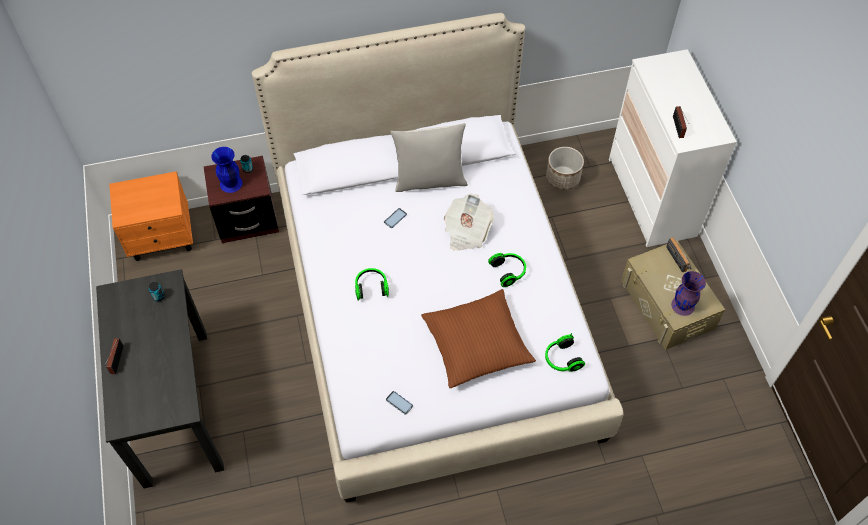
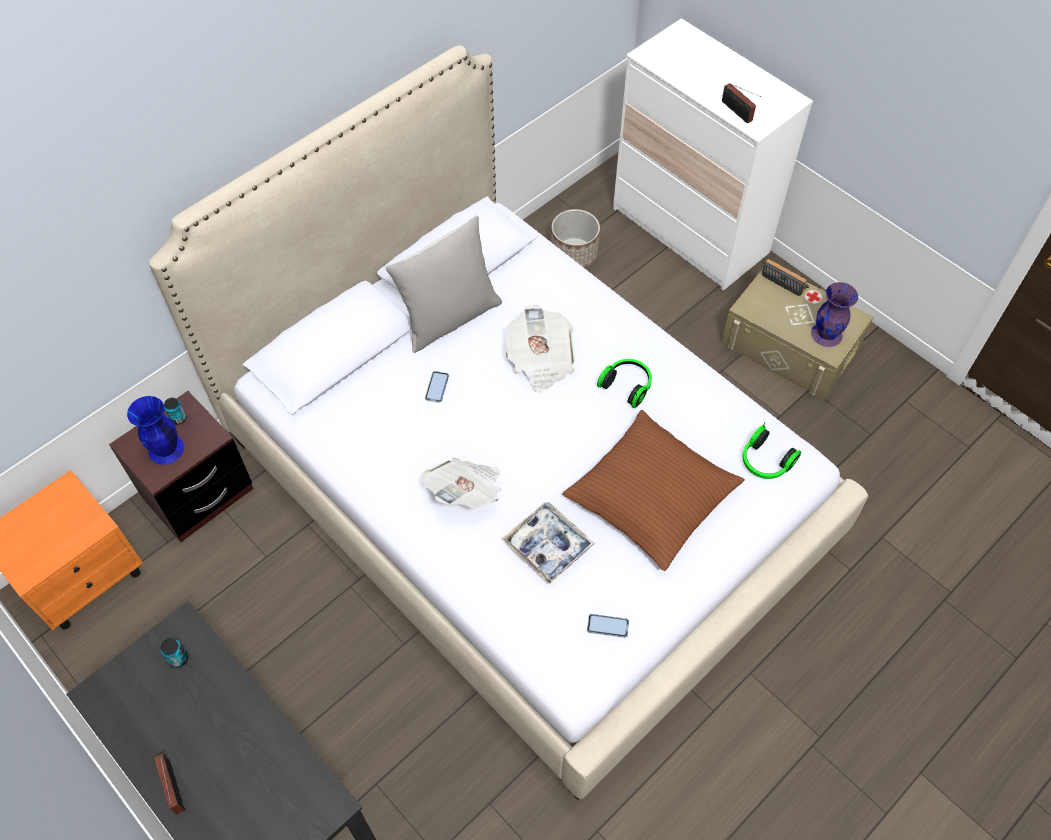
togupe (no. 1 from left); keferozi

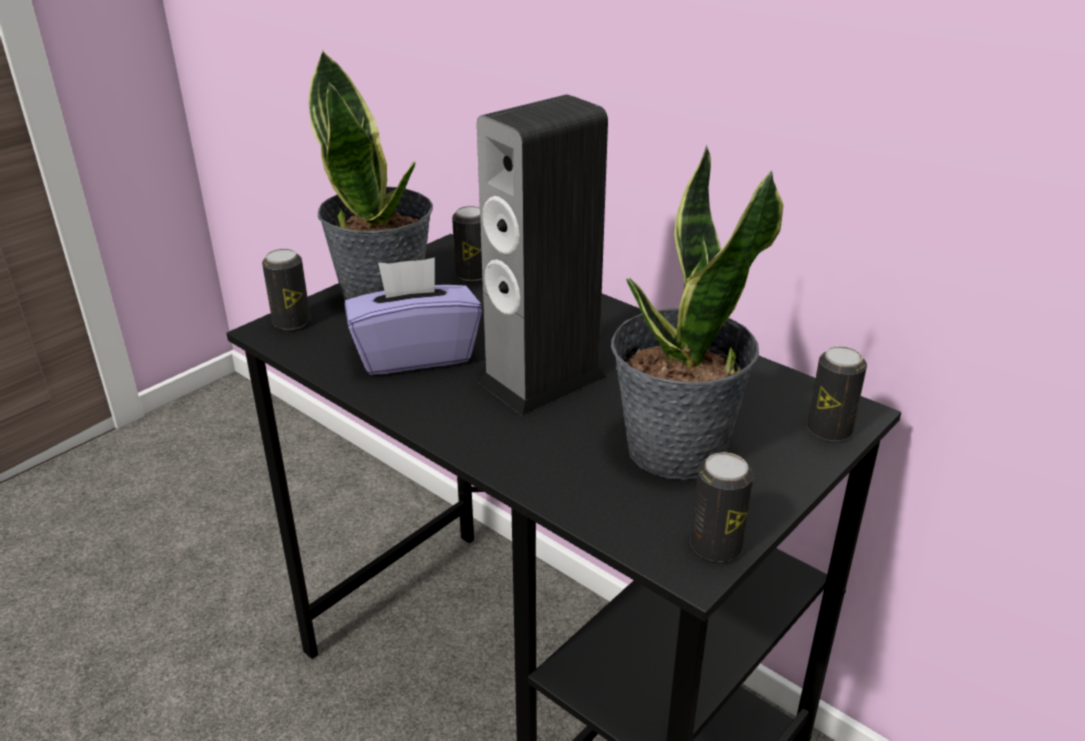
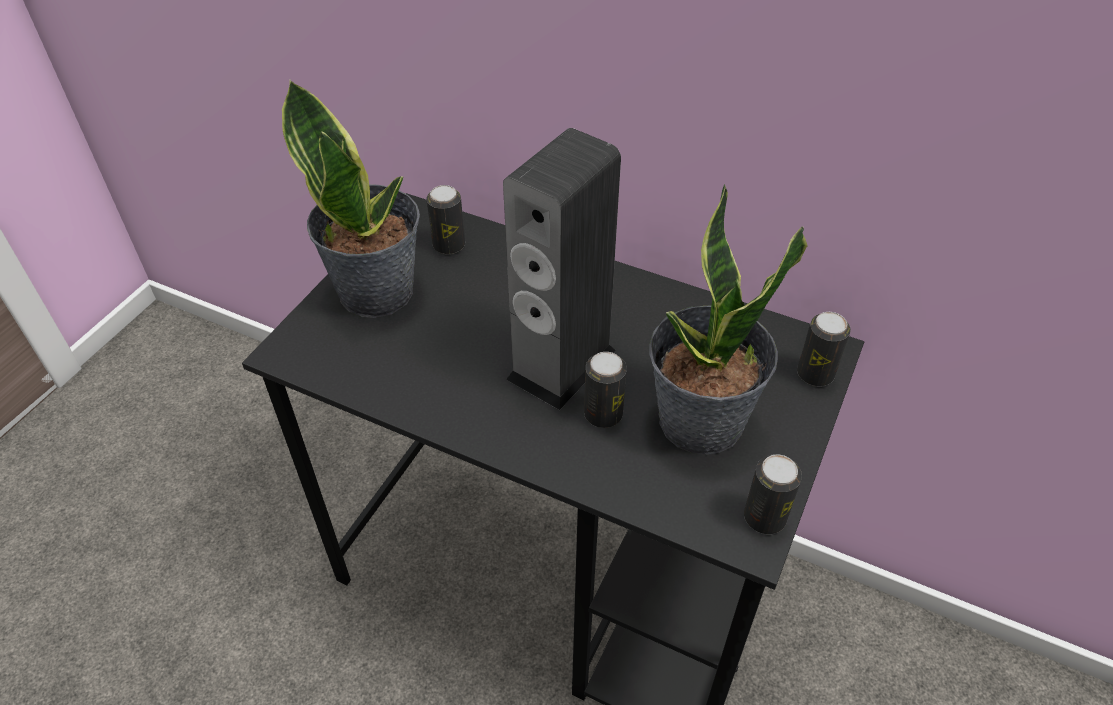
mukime (no. 2 from left); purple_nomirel

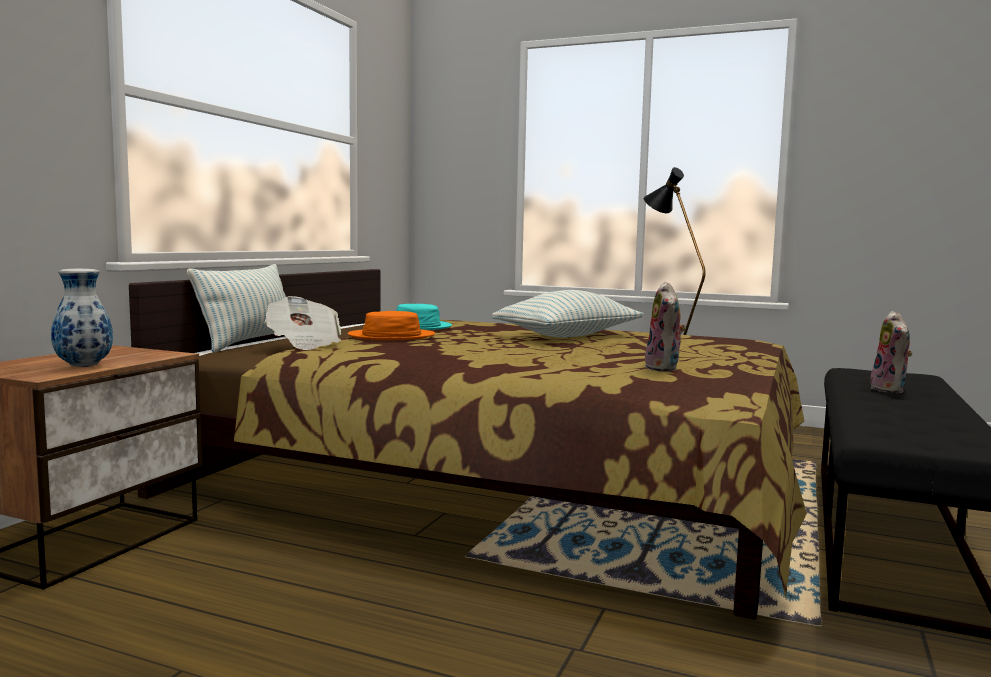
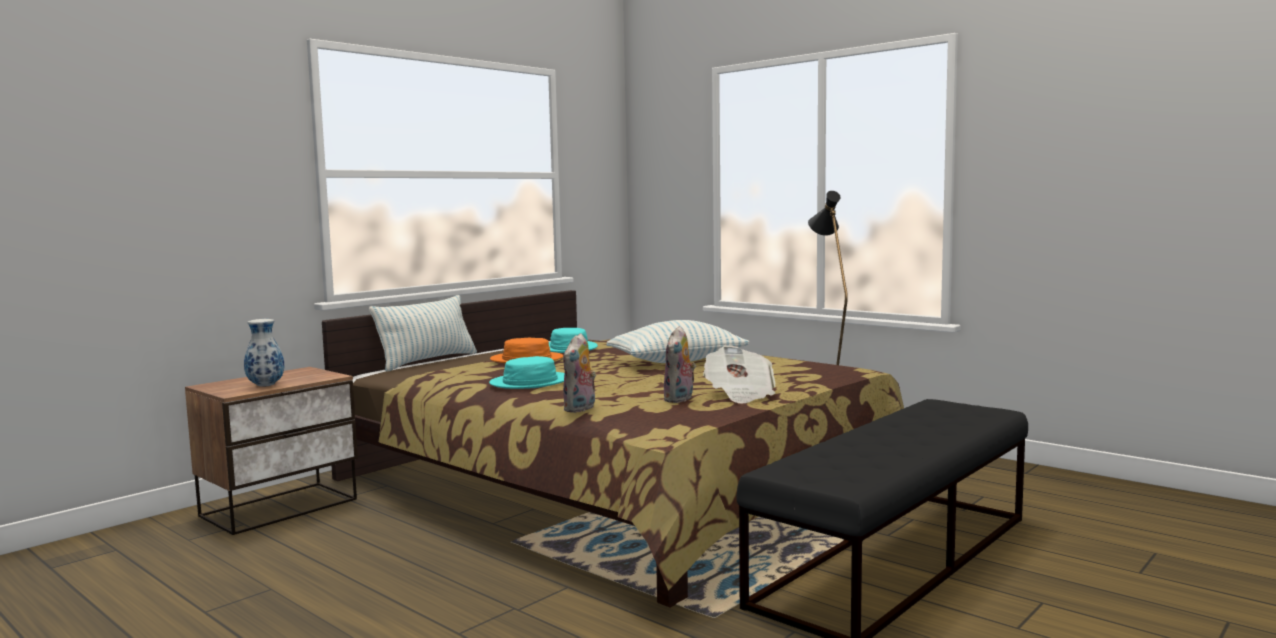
togupe; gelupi (no. 1 from left); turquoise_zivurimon (no. 1 from left)

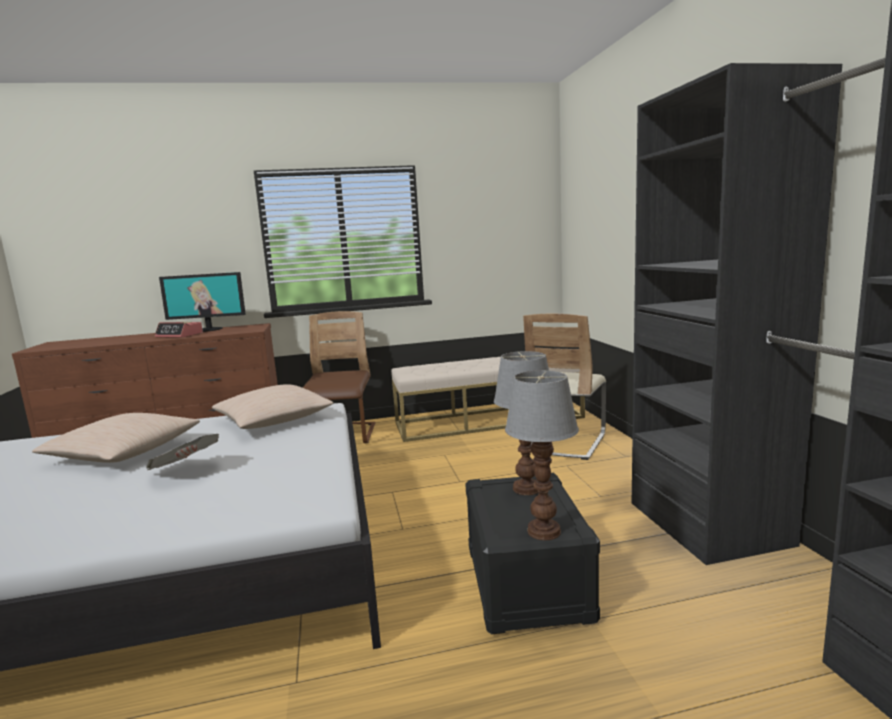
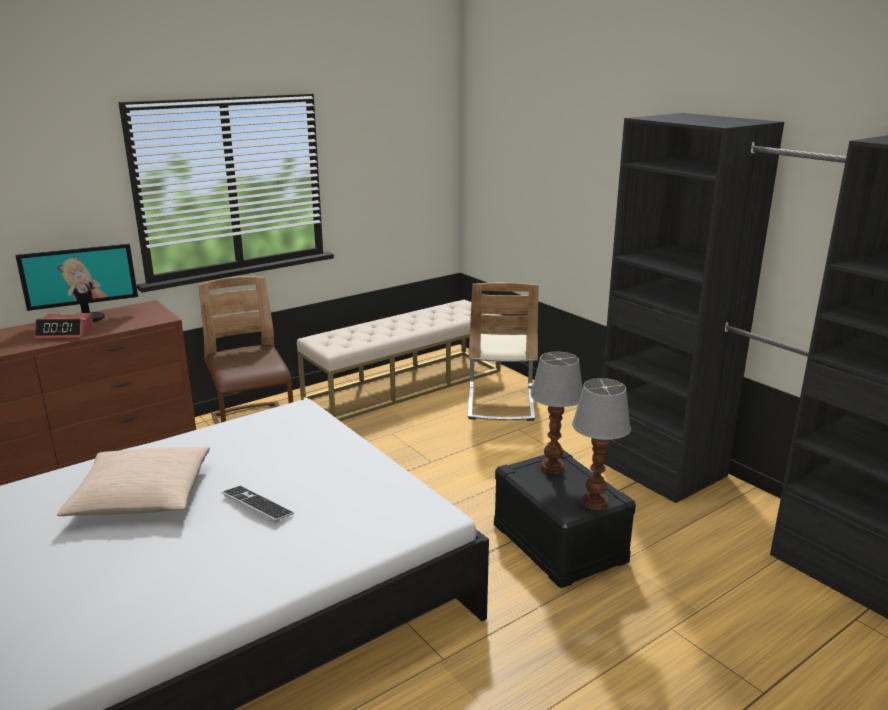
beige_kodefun (no. 2 from left in the first image); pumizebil

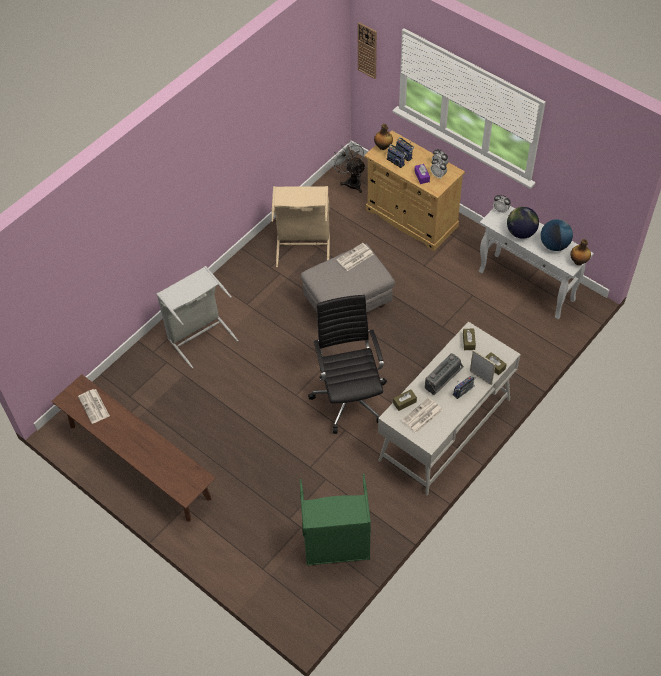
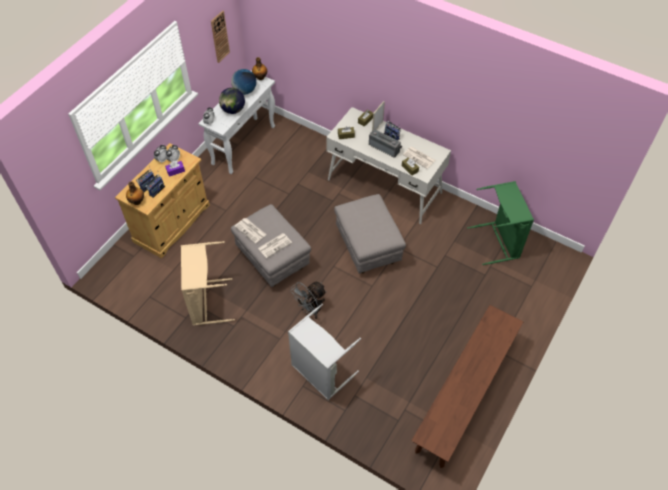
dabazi; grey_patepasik; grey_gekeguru (no. 2 from left); togupe (no. 2 from left)

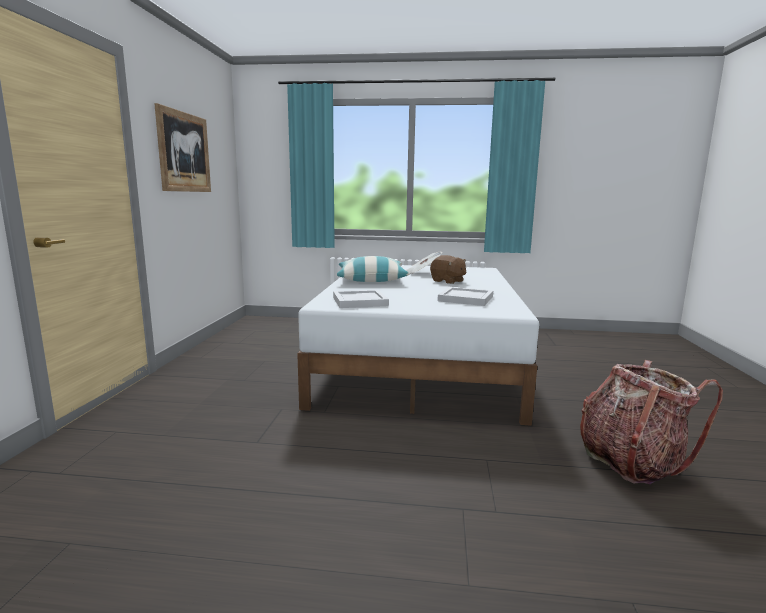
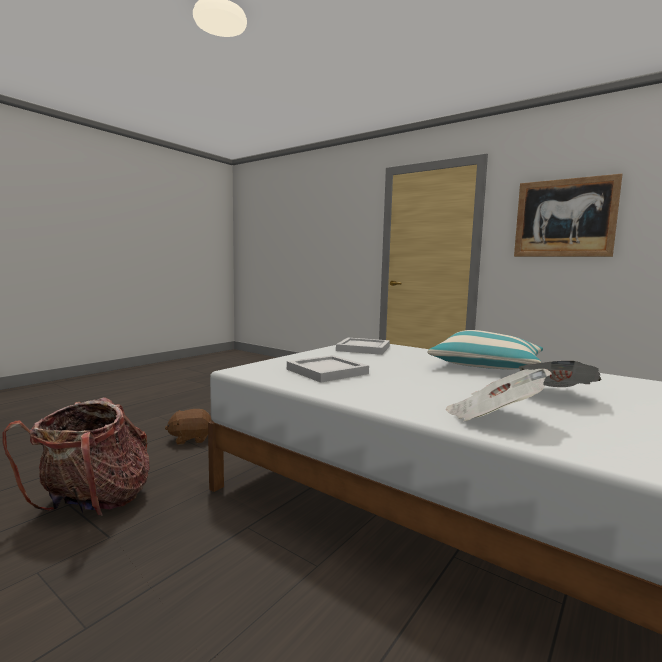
brown_gelupi; togupe (no. 1 from left)

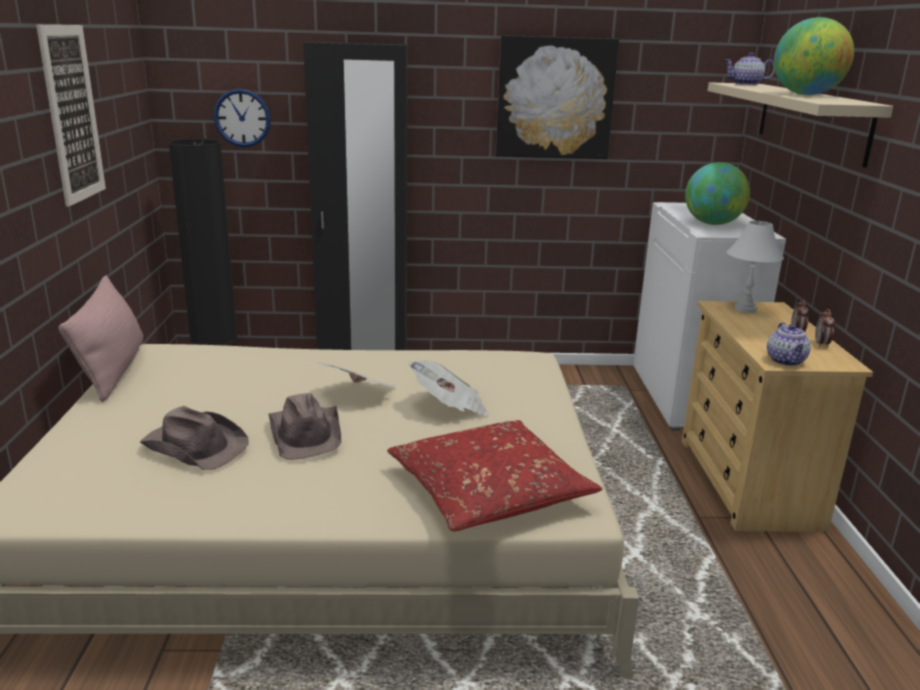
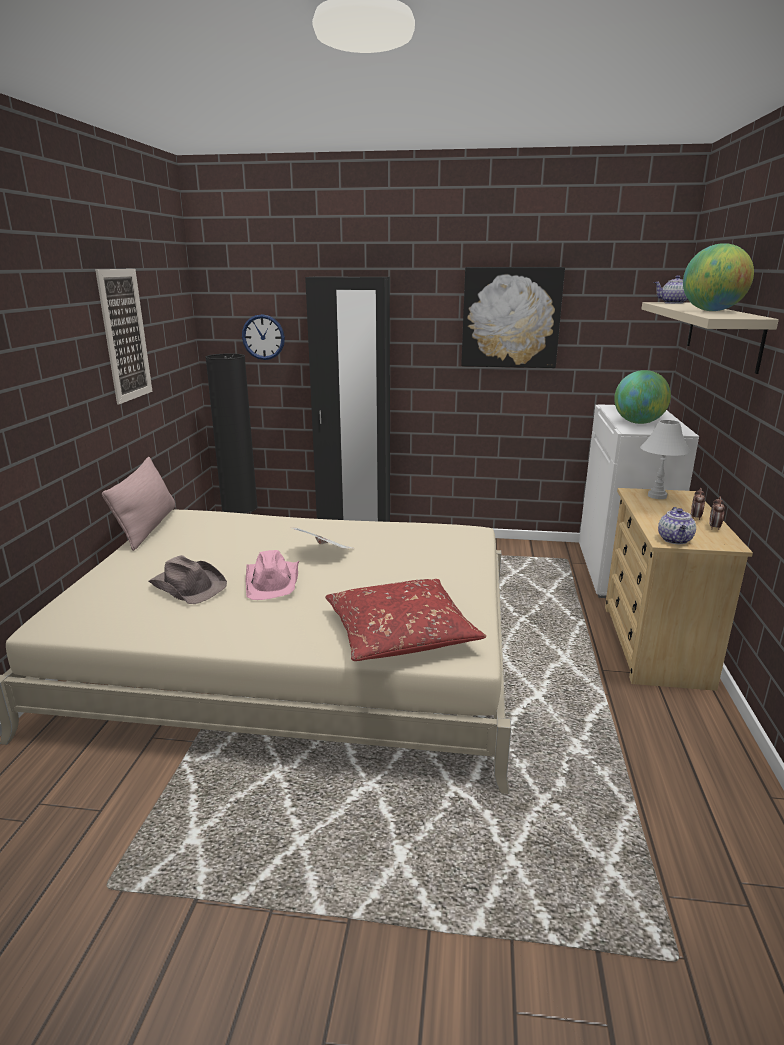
togupe (no. 2 from left in the first image); pink_zivurimon

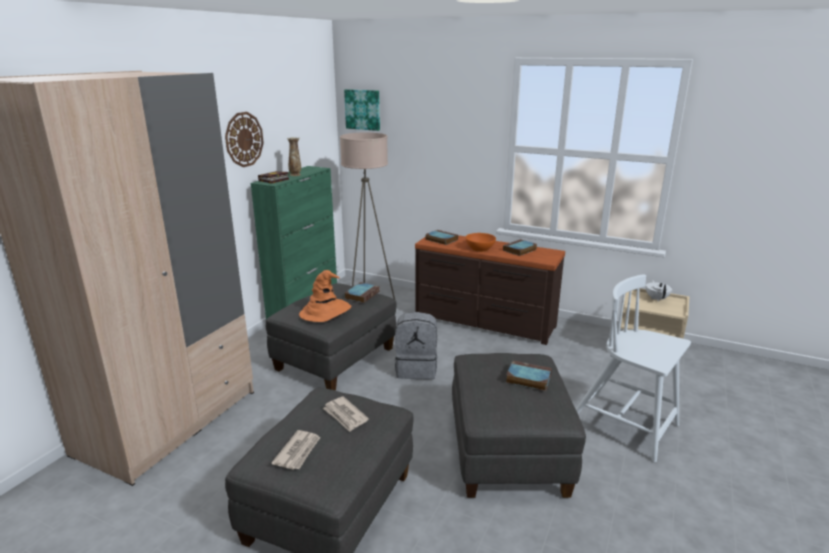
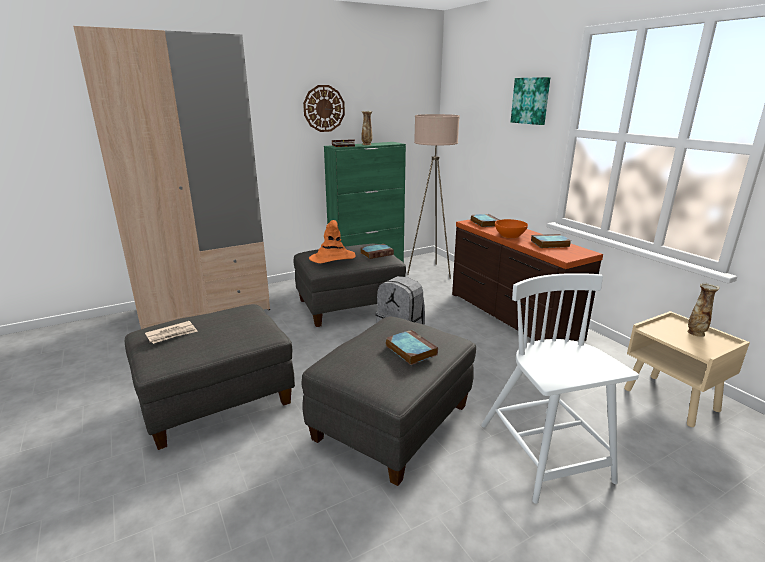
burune; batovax (no. 2 from left); togupe (no. 2 from left in the first image)

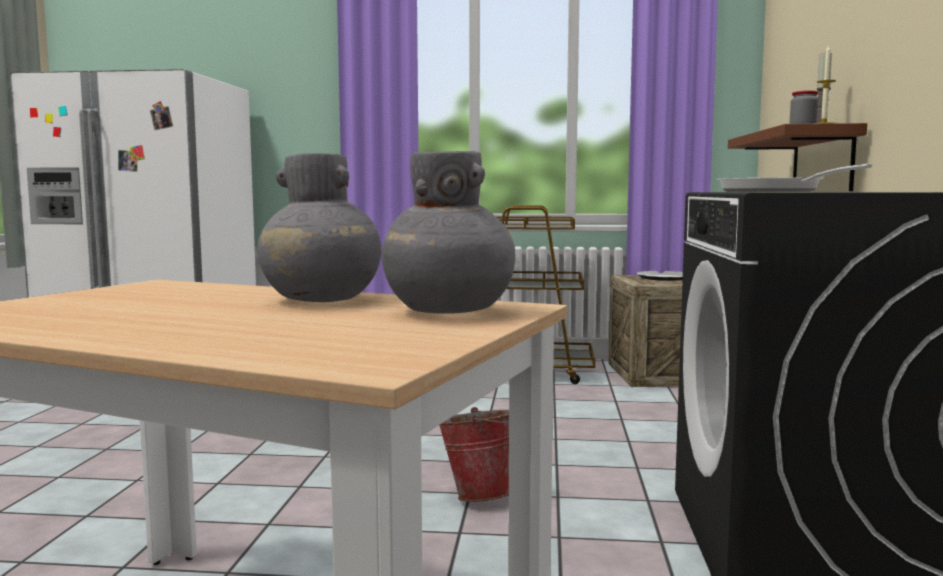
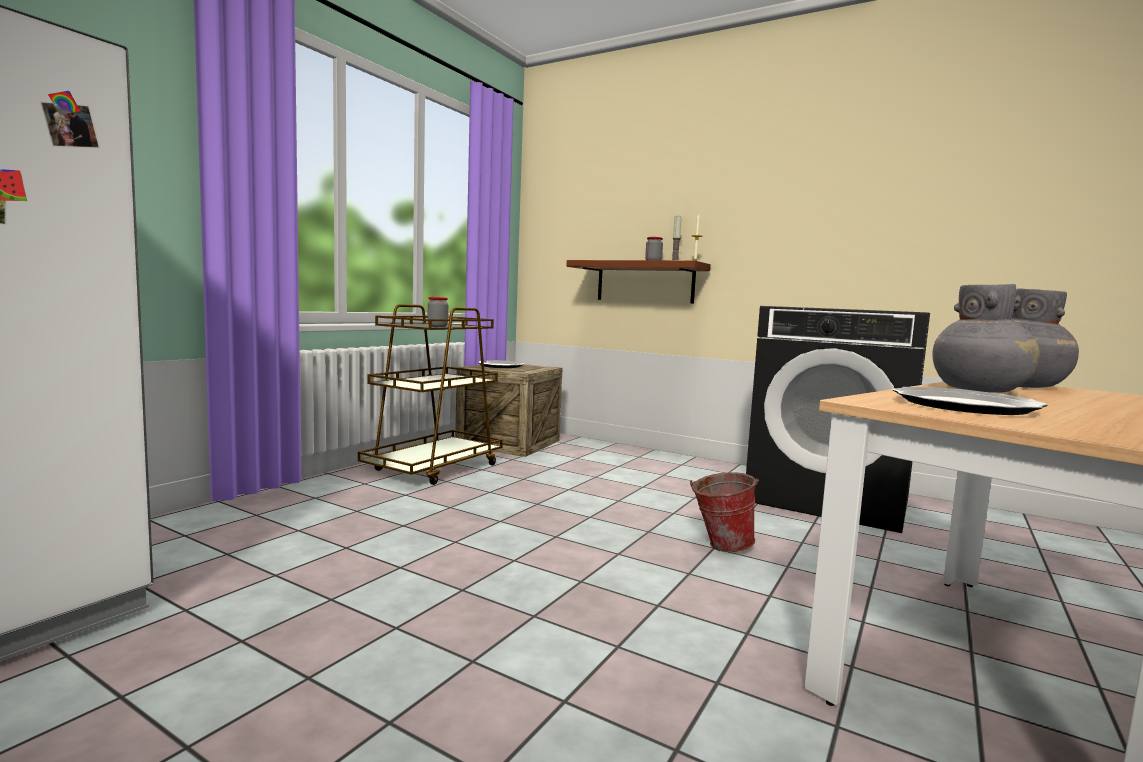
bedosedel; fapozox (no. 1 from left); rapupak (no. 2 from left)

